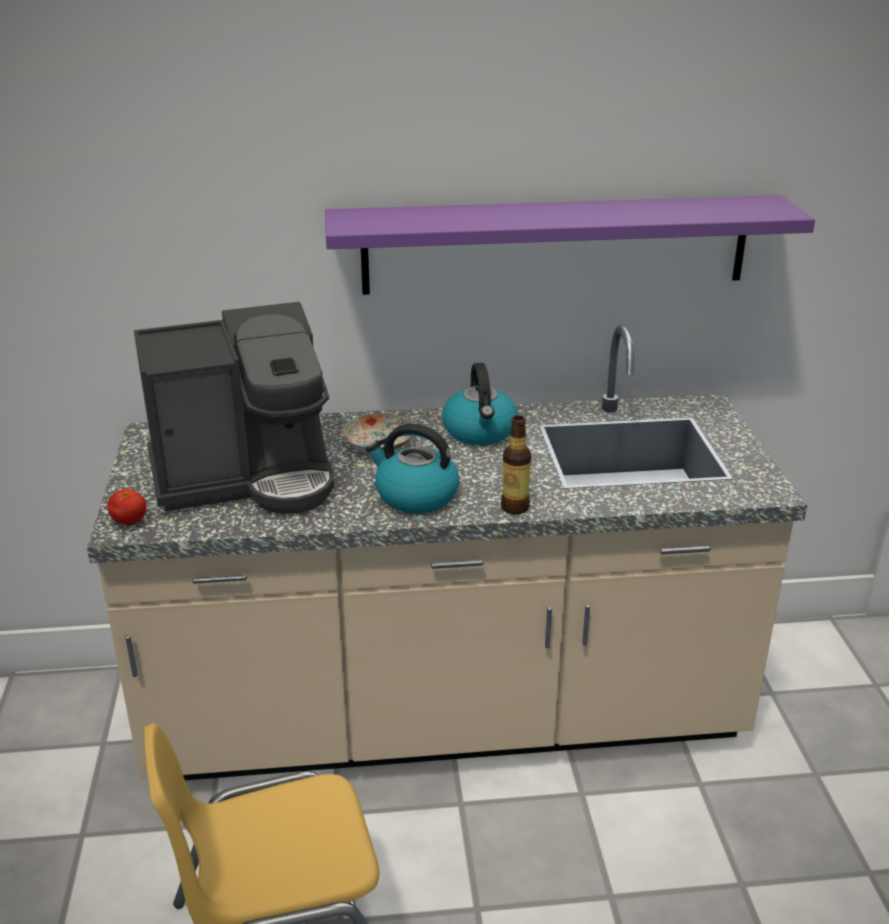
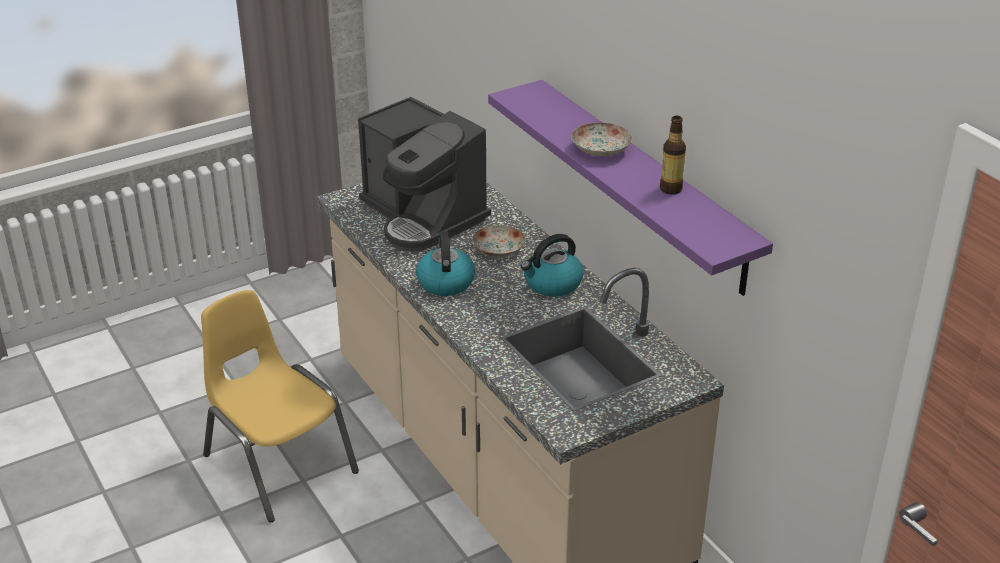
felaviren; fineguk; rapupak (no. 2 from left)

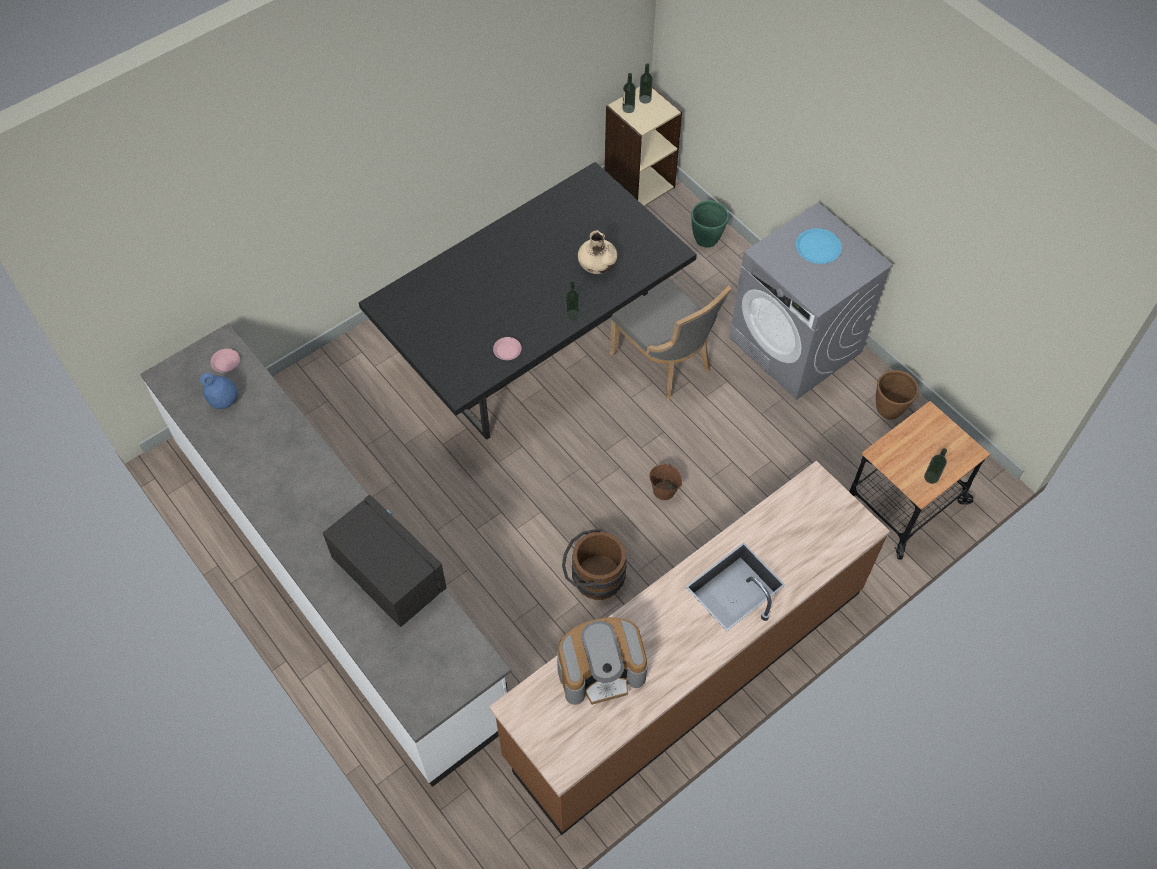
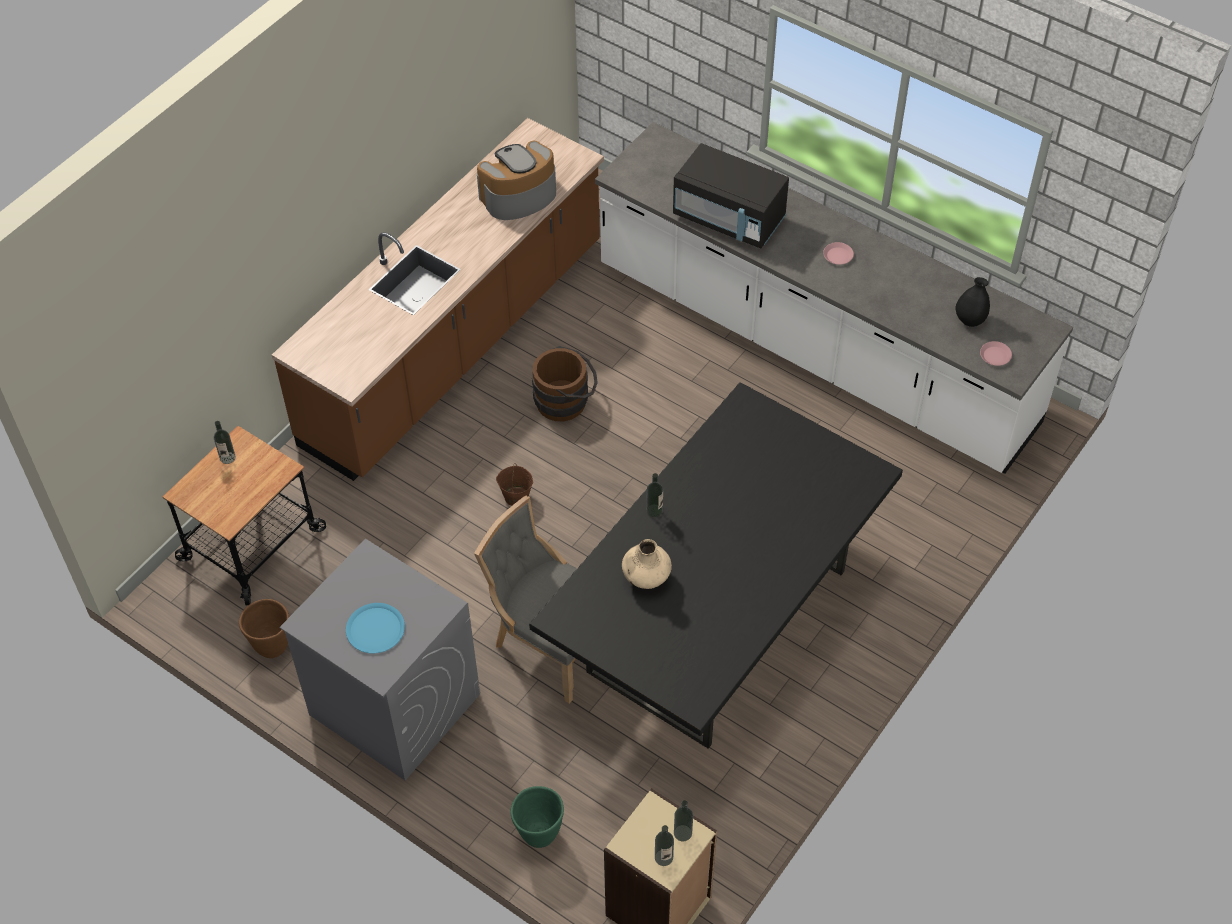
pink_rapupak (no. 1 from left); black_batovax

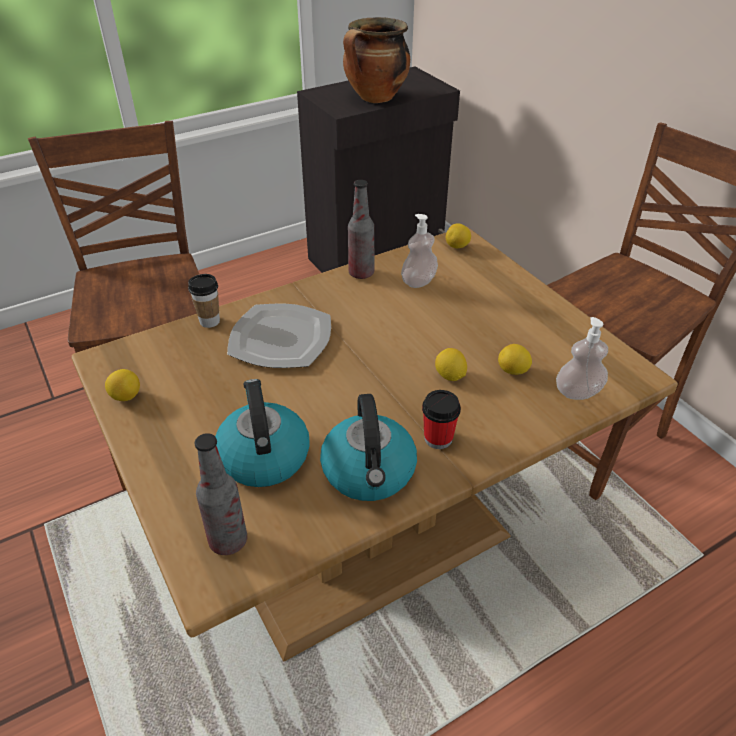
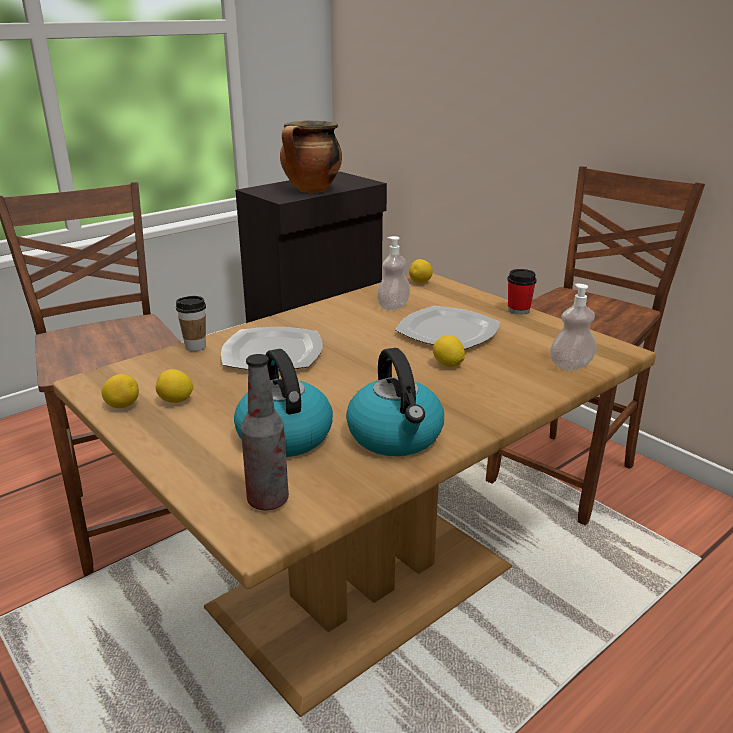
felaviren (no. 2 from left in the first image); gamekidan (no. 2 from left); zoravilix (no. 2 from left); rapupak (no. 2 from left)

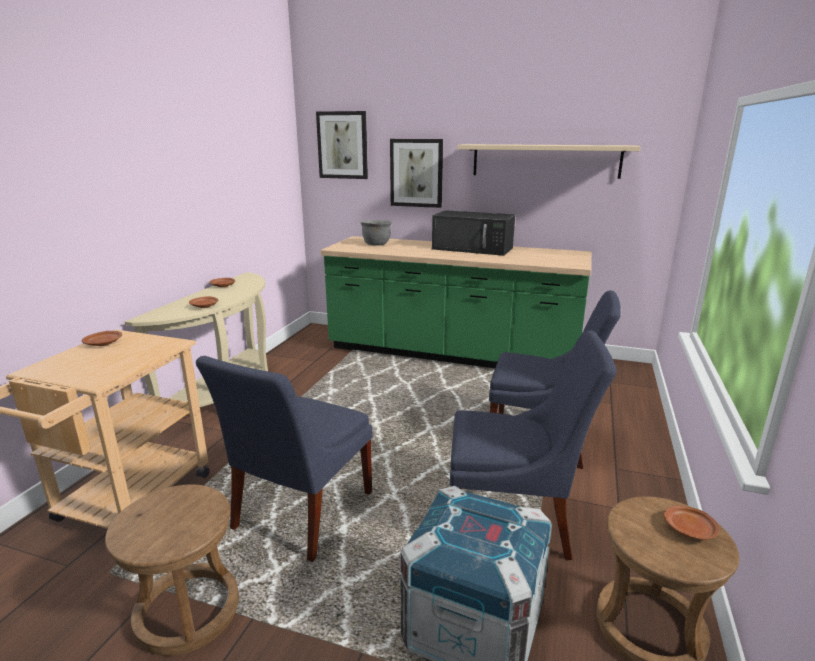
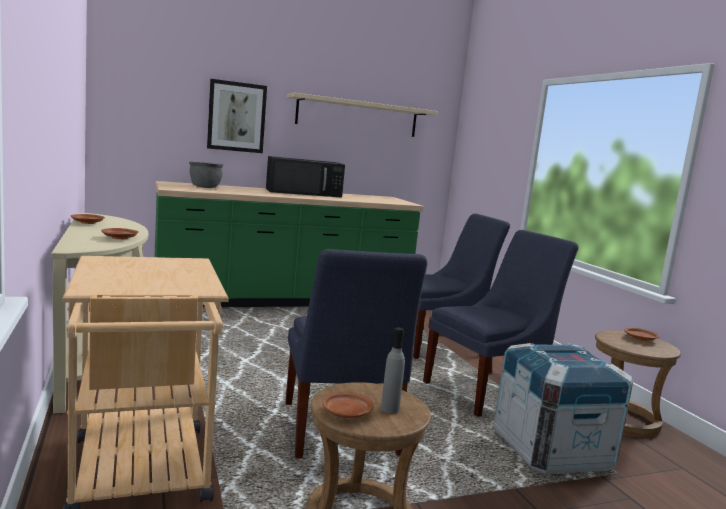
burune (no. 1 from left in the first image); brown_rapupak (no. 3 from left); grey_felaviren

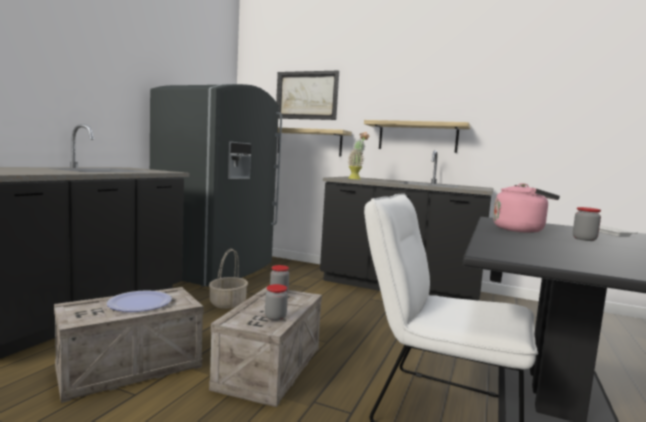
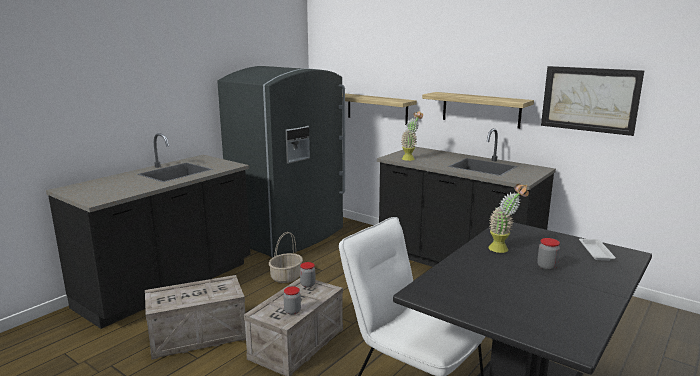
burune; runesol (no. 2 from left); rapupak

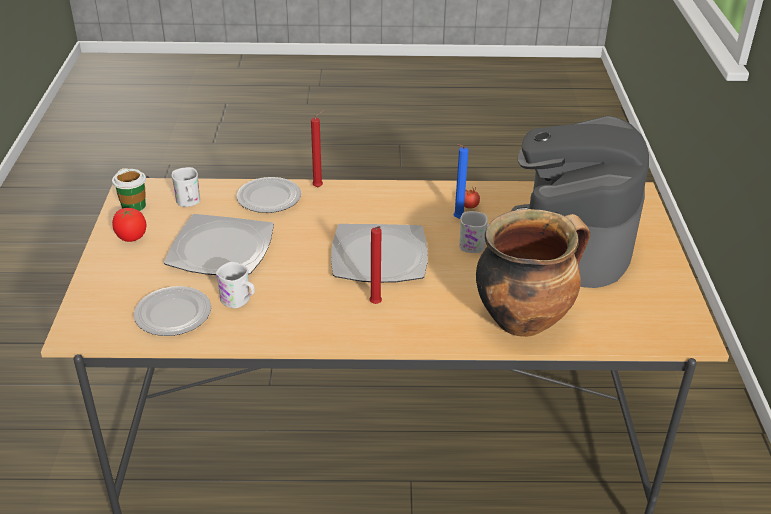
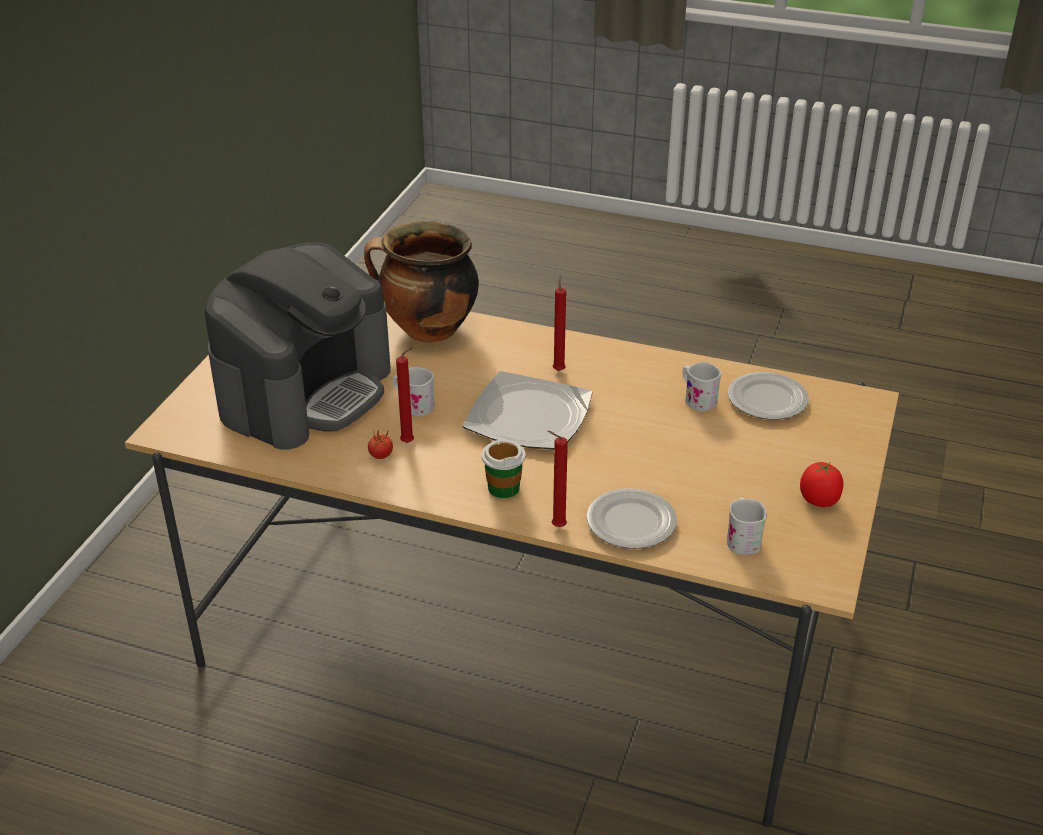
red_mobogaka (no. 1 from left); zoravilix; rapupak (no. 2 from left in the first image)

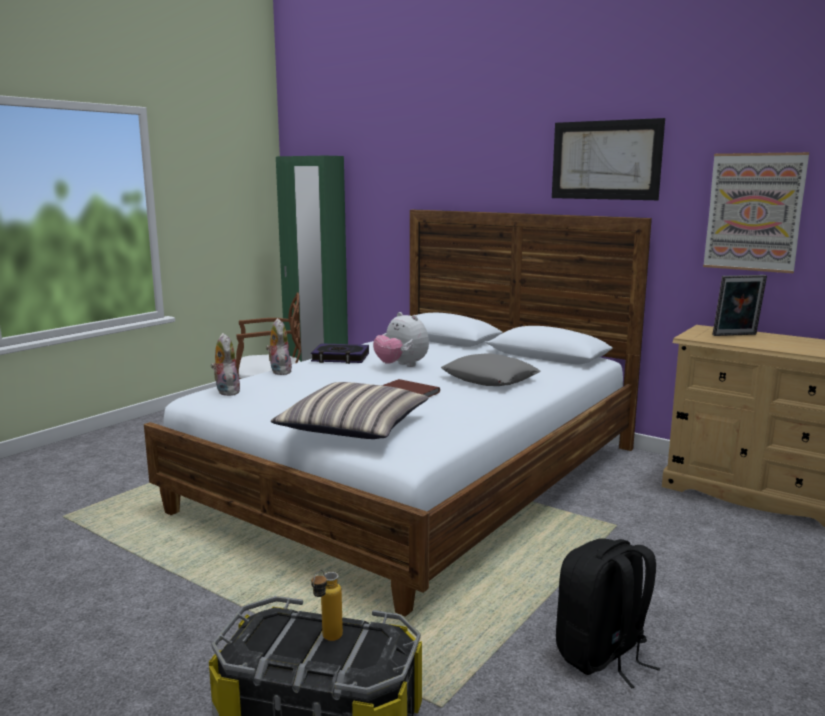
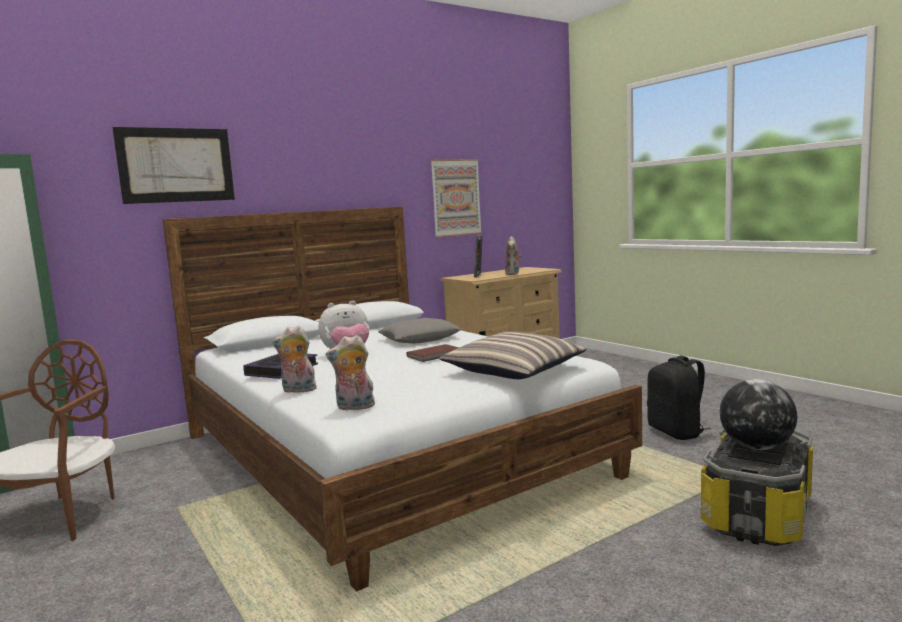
burune (no. 1 from left); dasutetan; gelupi (no. 4 from left)

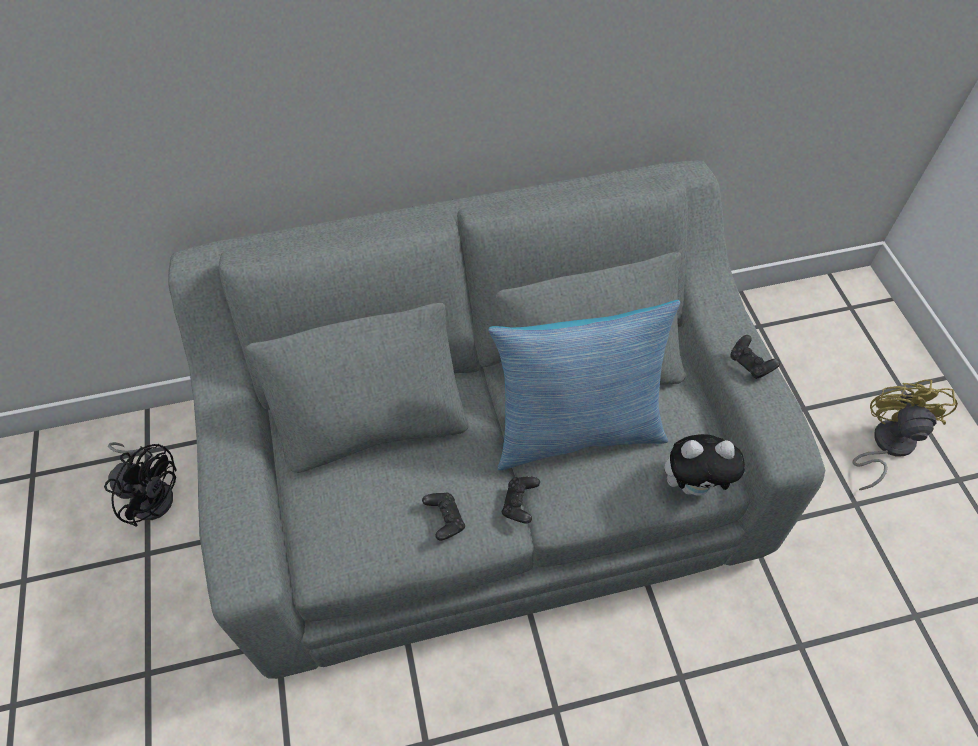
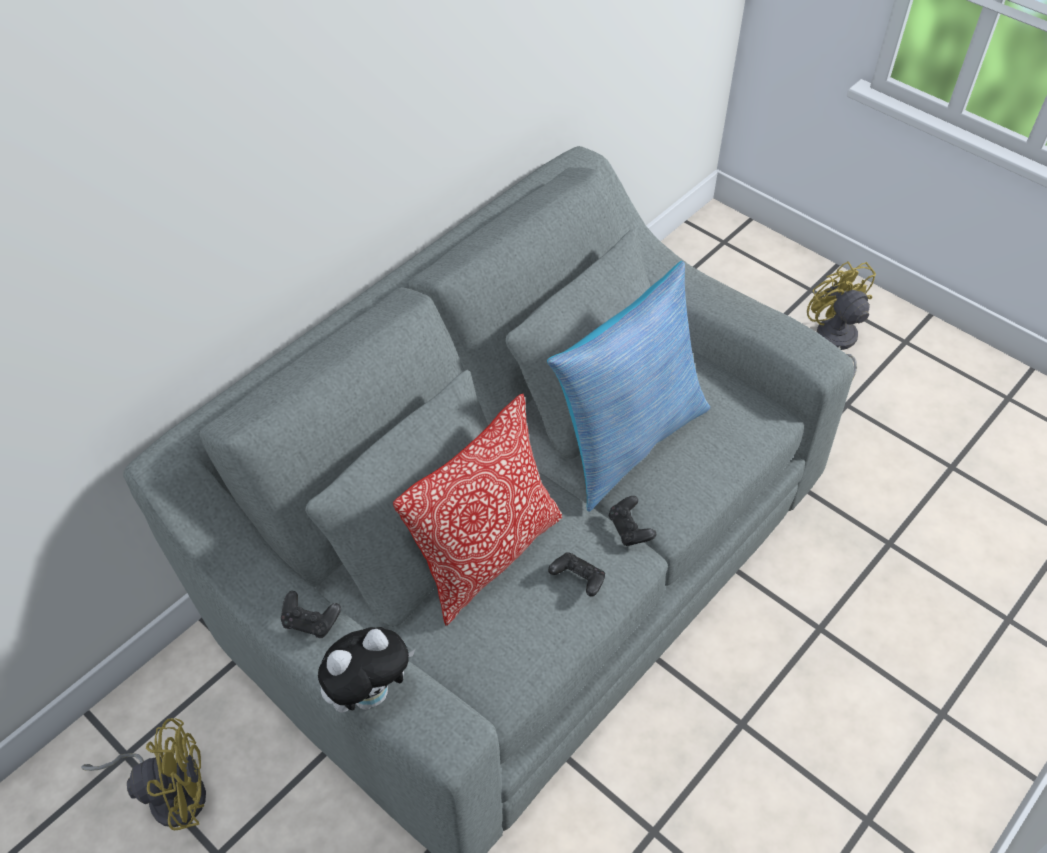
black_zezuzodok (no. 1 from left); gelupi; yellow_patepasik (no. 1 from left); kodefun (no. 1 from left)

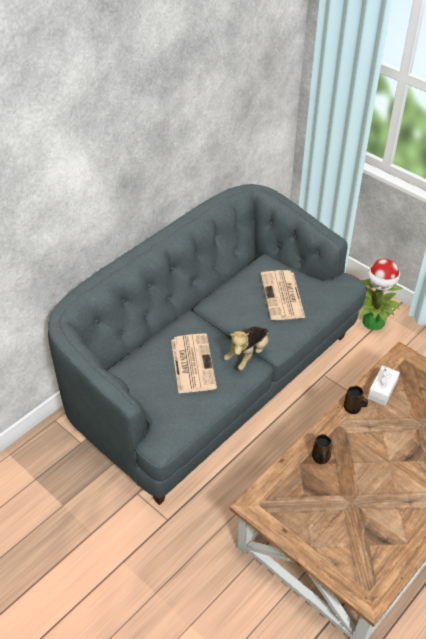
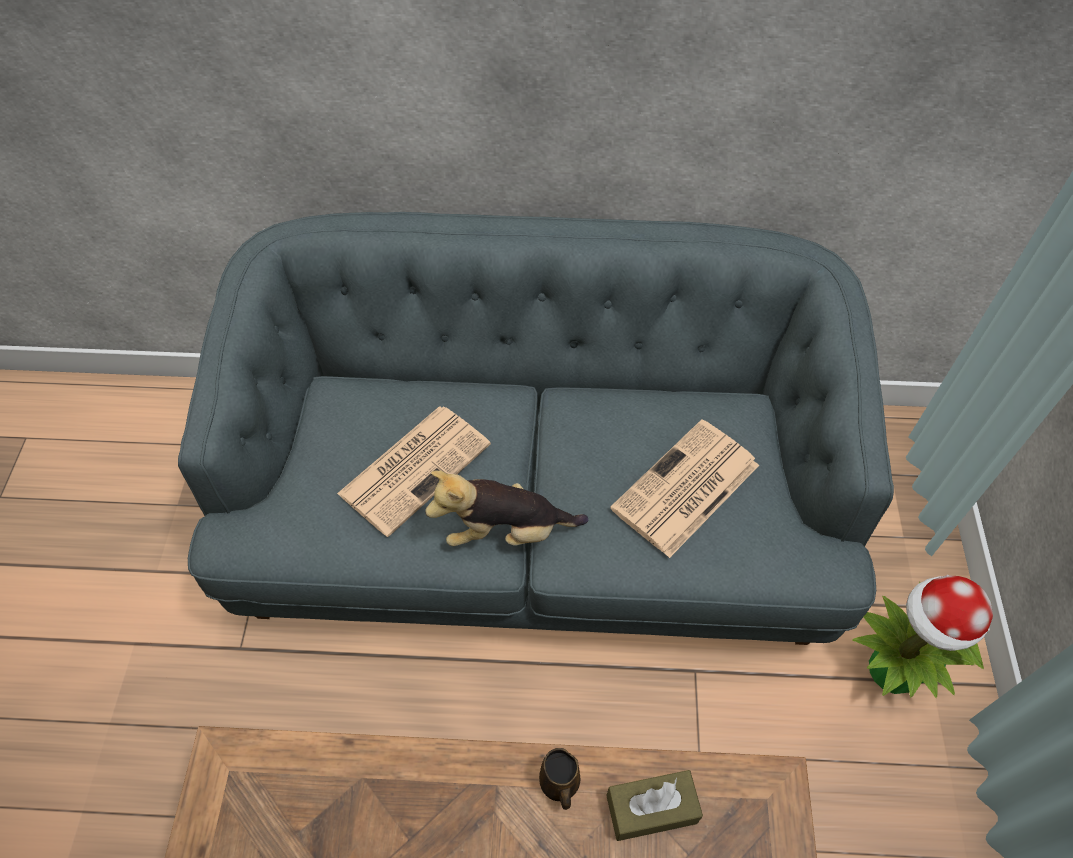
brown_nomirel; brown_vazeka (no. 1 from left in the first image)

